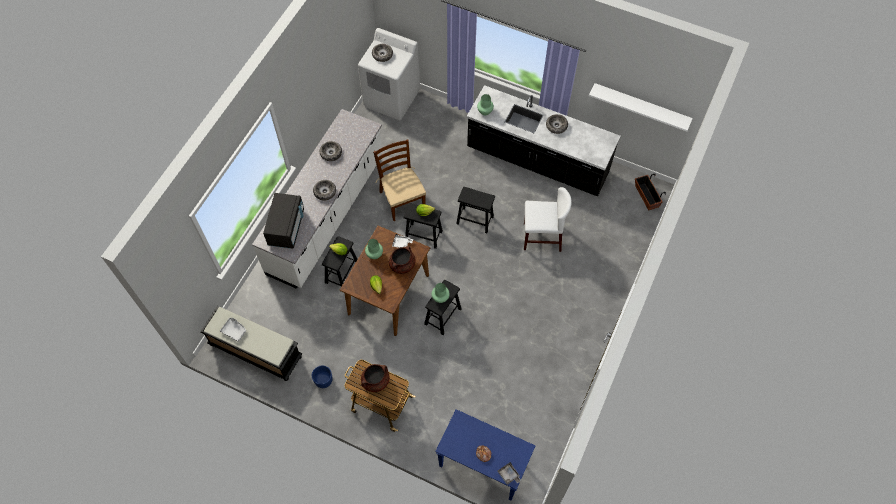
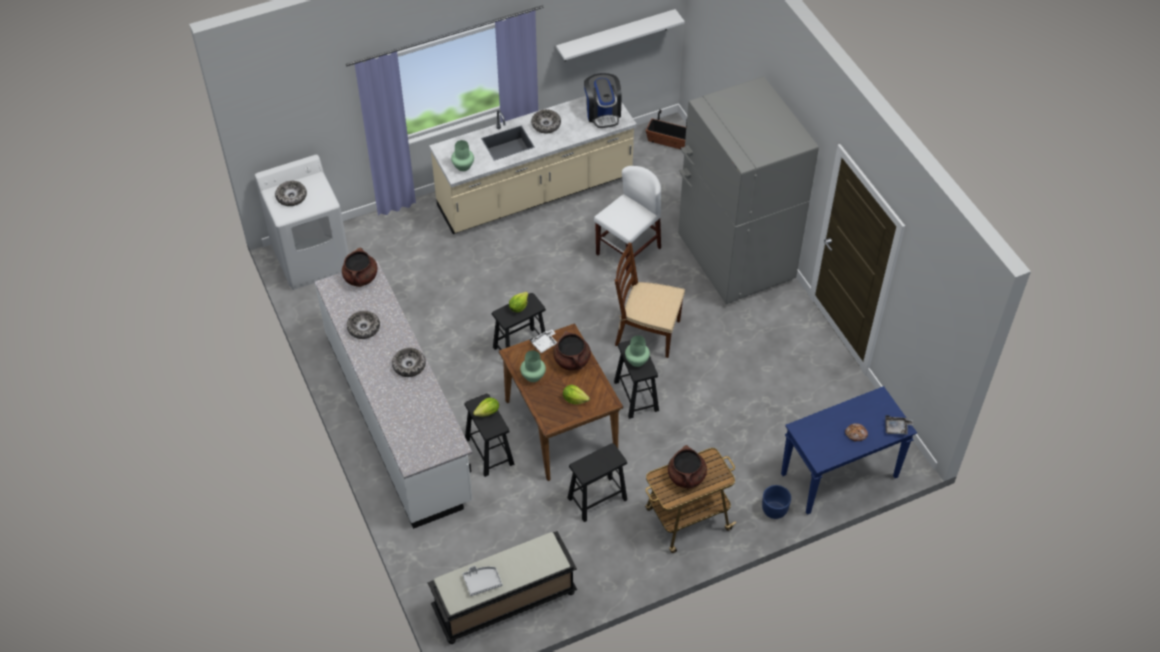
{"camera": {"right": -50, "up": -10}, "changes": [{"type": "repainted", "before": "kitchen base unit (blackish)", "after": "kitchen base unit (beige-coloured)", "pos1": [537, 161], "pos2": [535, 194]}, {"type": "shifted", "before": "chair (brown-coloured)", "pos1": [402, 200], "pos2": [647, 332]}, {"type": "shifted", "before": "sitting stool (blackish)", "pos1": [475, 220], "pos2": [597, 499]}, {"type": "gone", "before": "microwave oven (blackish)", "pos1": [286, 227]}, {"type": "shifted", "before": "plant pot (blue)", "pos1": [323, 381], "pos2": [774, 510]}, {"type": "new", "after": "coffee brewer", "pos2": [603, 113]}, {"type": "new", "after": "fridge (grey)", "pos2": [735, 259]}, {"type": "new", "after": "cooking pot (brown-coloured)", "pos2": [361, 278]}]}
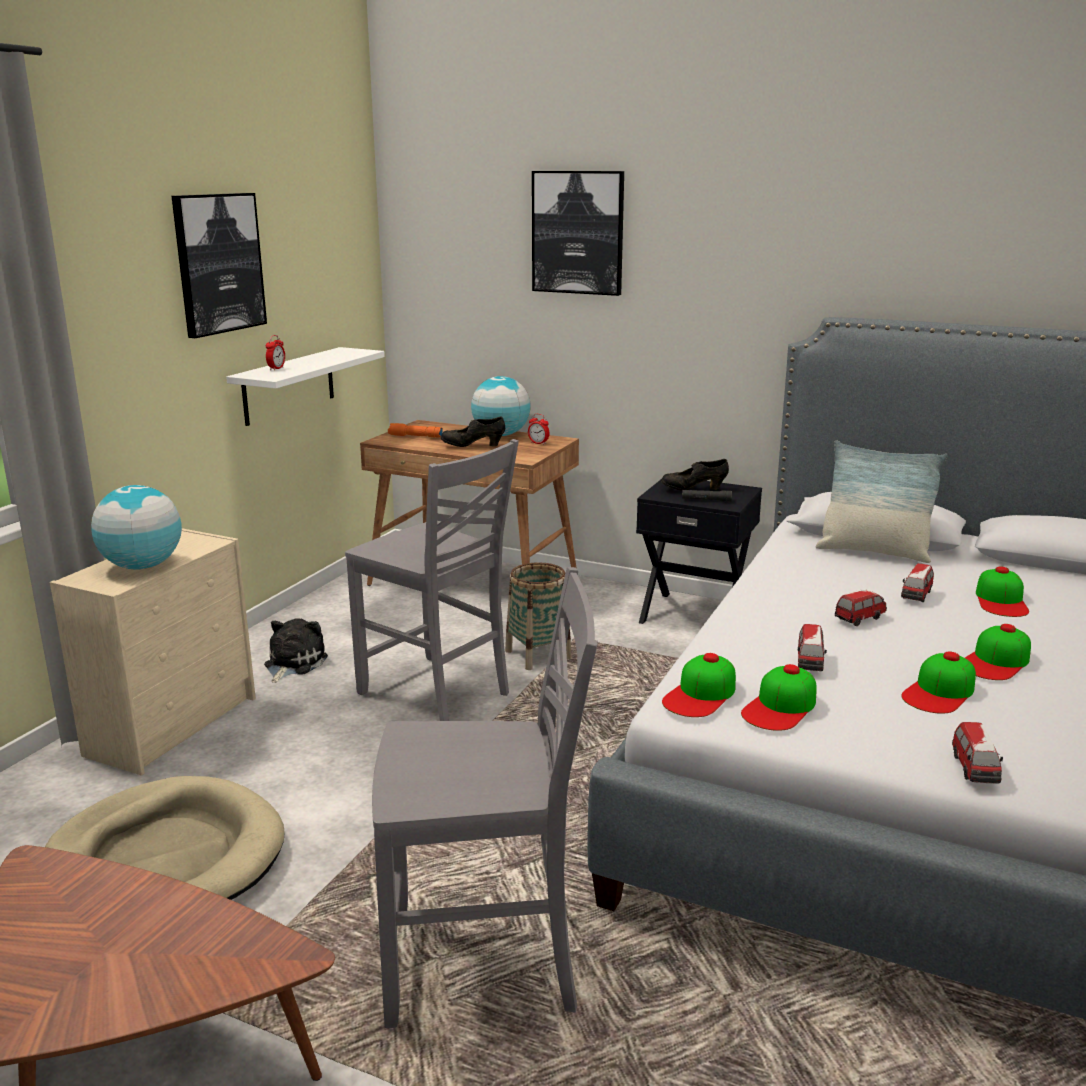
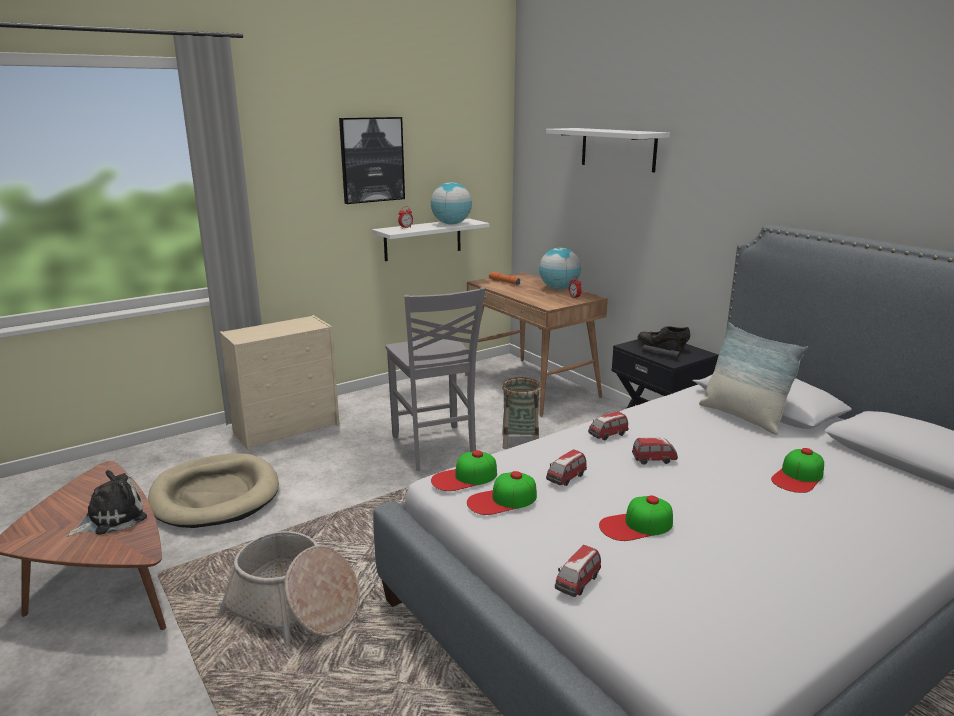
{"camera": {"right": 30, "up": 0}, "changes": [{"type": "swapped", "before": "wall art", "after": "bracket shelf (white-coloured)", "pos1": [578, 232], "pos2": [618, 149]}, {"type": "gone", "before": "low shoe (blackish)", "pos1": [473, 446]}, {"type": "shifted", "before": "desk globe", "pos1": [142, 566], "pos2": [451, 224]}, {"type": "shifted", "before": "toy car", "pos1": [916, 596], "pos2": [608, 435]}, {"type": "swapped", "before": "chair (grey)", "after": "basket", "pos1": [485, 965], "pos2": [295, 608]}, {"type": "shifted", "before": "plush toy", "pos1": [293, 663], "pos2": [112, 518]}, {"type": "gone", "before": "cap", "pos1": [996, 661]}]}
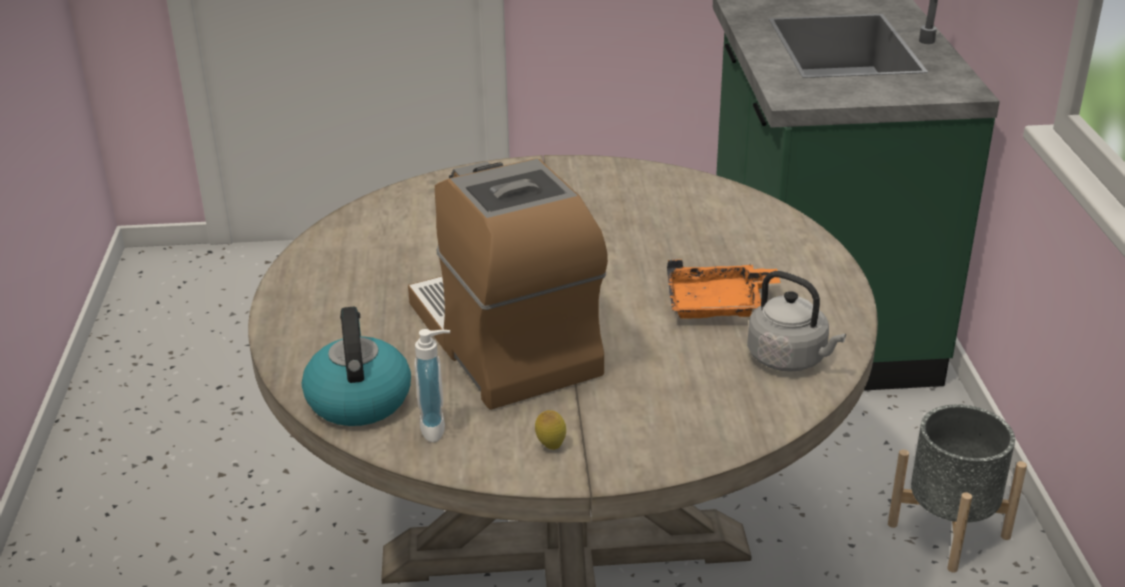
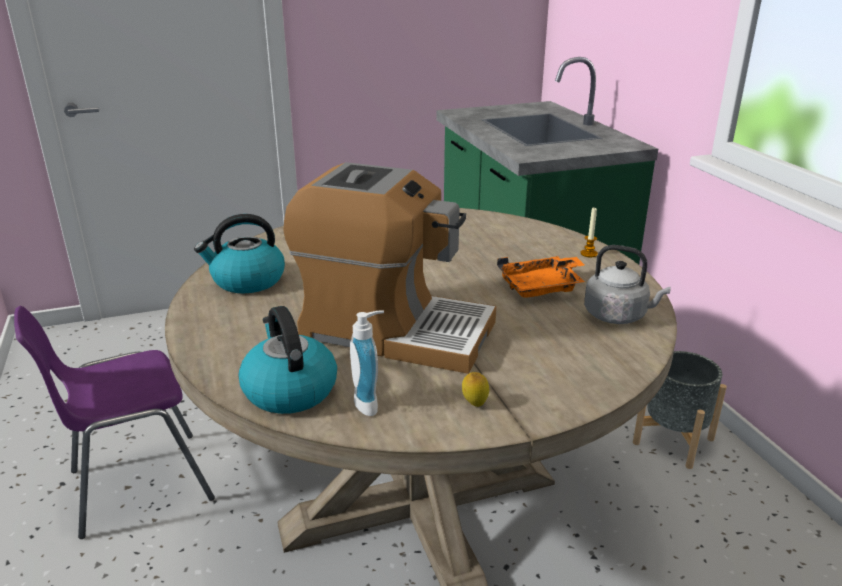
{"camera": {"right": -15, "up": -5}, "changes": [{"type": "rotated", "before": "coffee brewer", "pos1": [505, 342], "pos2": [394, 331], "turn": 150}, {"type": "new", "after": "wax light", "pos2": [588, 254]}, {"type": "new", "after": "tea kettle", "pos2": [247, 281]}, {"type": "new", "after": "chair (purplish)", "pos2": [136, 485]}]}
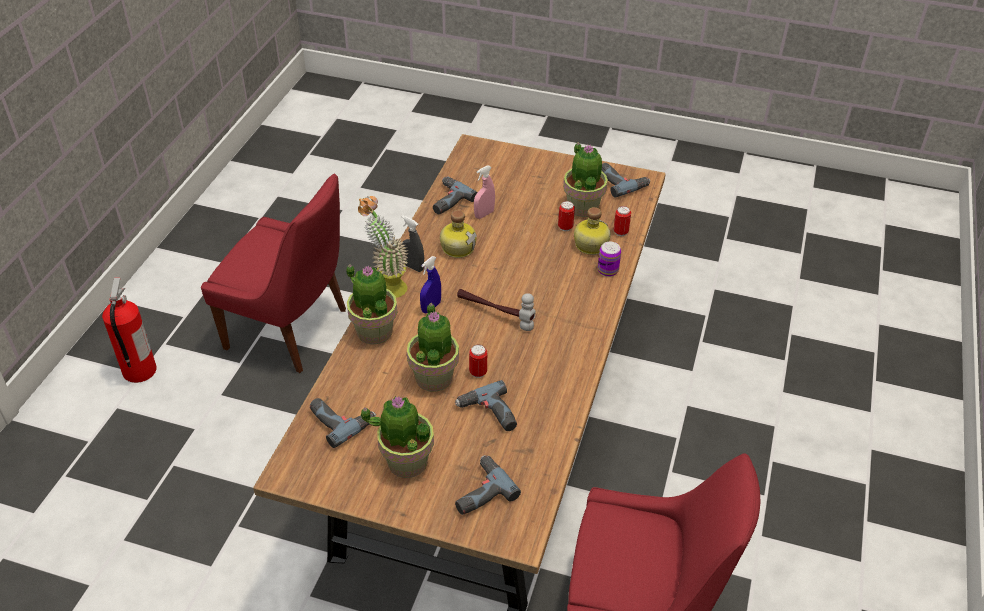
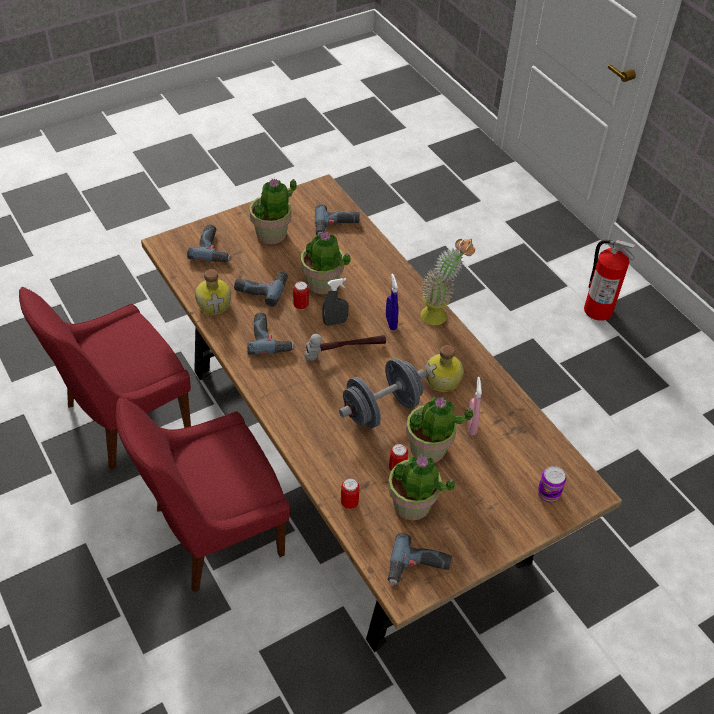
{"camera": {"right": 130, "up": 5}, "changes": [{"type": "shifted", "before": "chair (reddish)", "pos1": [291, 330], "pos2": [213, 533]}, {"type": "shifted", "before": "electric drill", "pos1": [447, 200], "pos2": [270, 338]}, {"type": "shifted", "before": "bottle", "pos1": [589, 245], "pos2": [215, 303]}, {"type": "shifted", "before": "sprayer (grey)", "pos1": [413, 267], "pos2": [335, 322]}, {"type": "shifted", "before": "sealed can", "pos1": [608, 270], "pos2": [548, 493]}, {"type": "shifted", "before": "plant in a pot", "pos1": [374, 331], "pos2": [429, 449]}, {"type": "new", "after": "free weight (grey)", "pos2": [381, 409]}]}
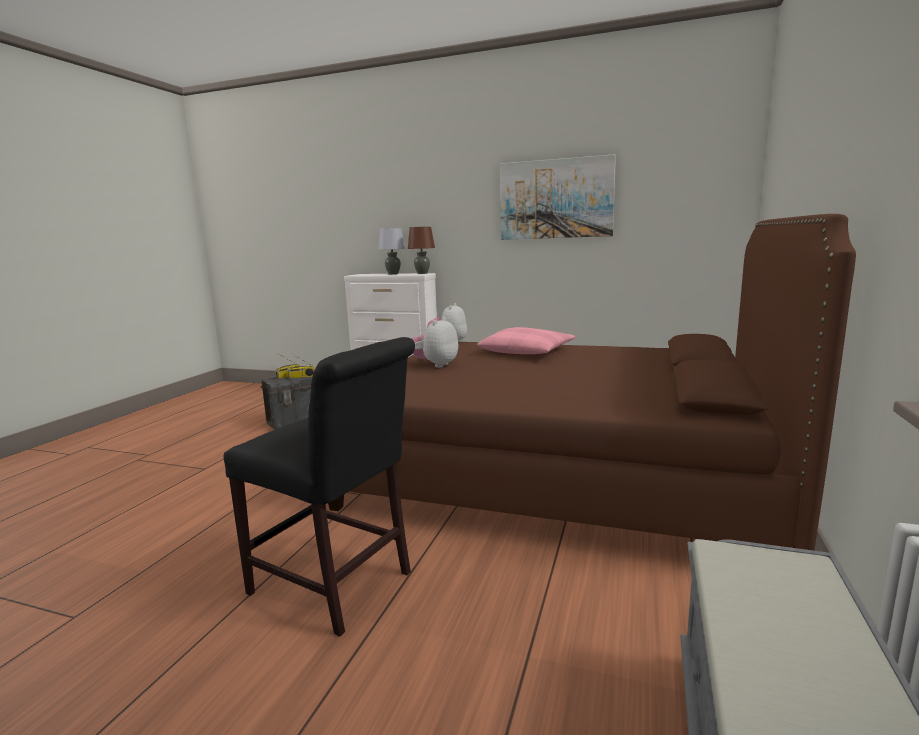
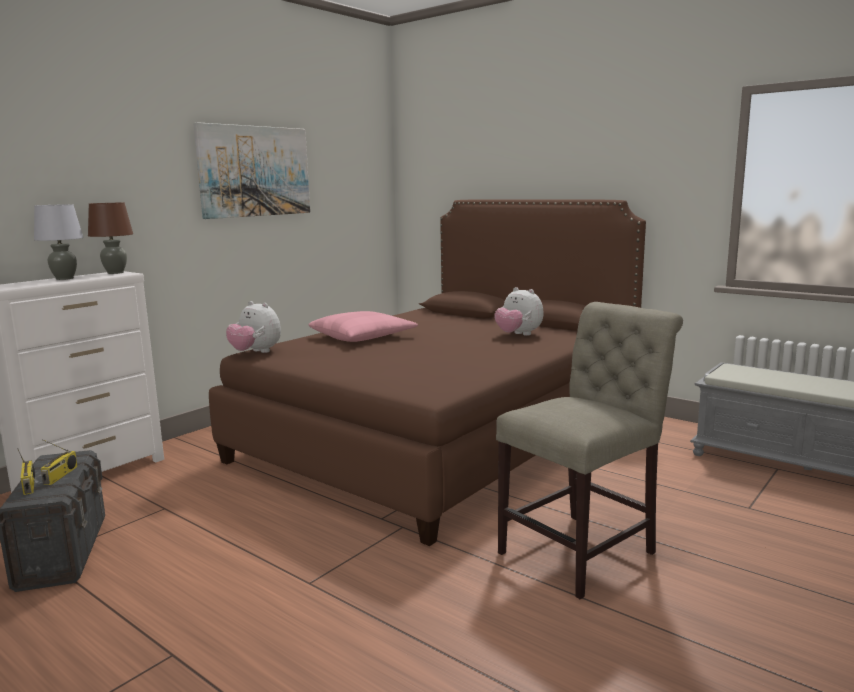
{"camera": {"right": -70, "up": 0}, "changes": [{"type": "shifted", "before": "plush toy", "pos1": [435, 365], "pos2": [518, 335]}, {"type": "repainted", "before": "chair (blackish)", "after": "chair (beige-coloured)", "pos1": [337, 586], "pos2": [583, 550]}]}
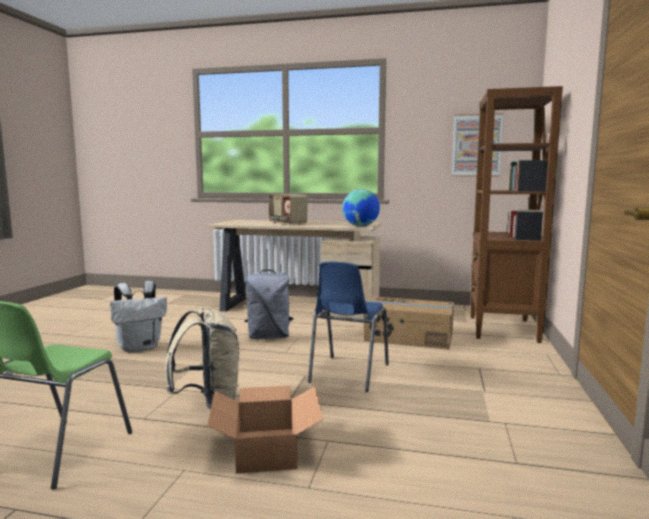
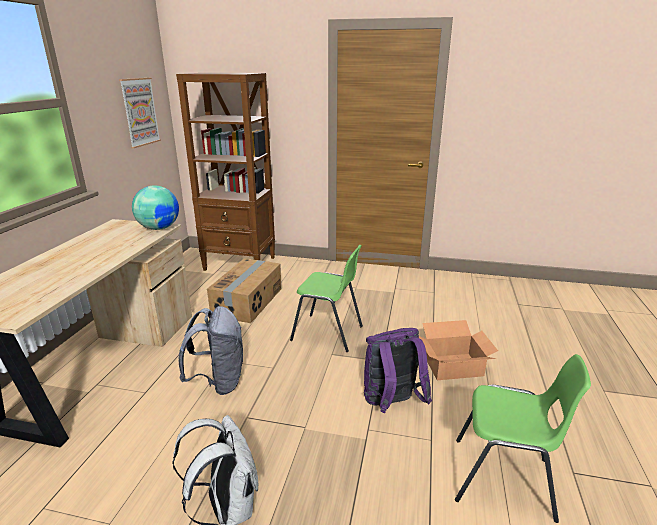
{"camera": {"right": -90, "up": 15}, "changes": [{"type": "gone", "before": "radio", "pos1": [287, 224]}, {"type": "repainted", "before": "chair (blue)", "after": "chair (greenish)", "pos1": [348, 373], "pos2": [328, 333]}, {"type": "repainted", "before": "knapsack (beige-coloured)", "after": "knapsack (purplish)", "pos1": [208, 402], "pos2": [391, 404]}]}
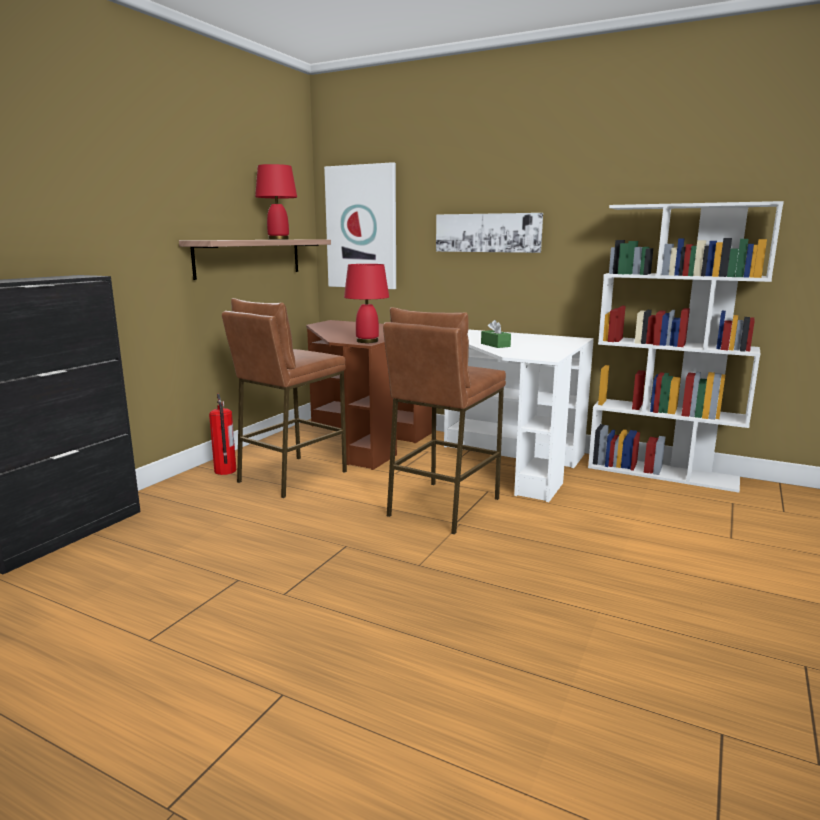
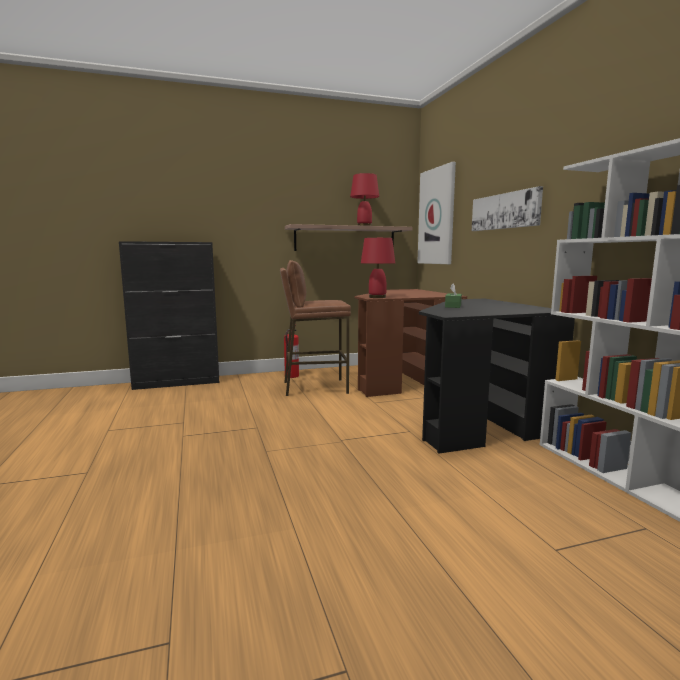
{"camera": {"right": 45, "up": -5}, "changes": [{"type": "gone", "before": "sitting stool (brown-coloured)", "pos1": [442, 506]}, {"type": "repainted", "before": "desk unit (white-coloured)", "after": "desk unit (blackish)", "pos1": [511, 462], "pos2": [477, 420]}]}
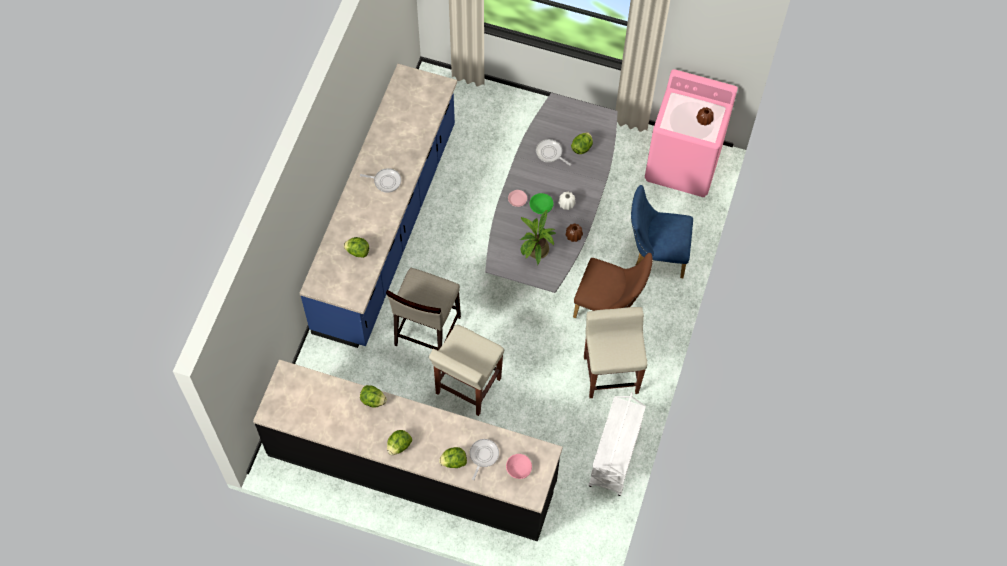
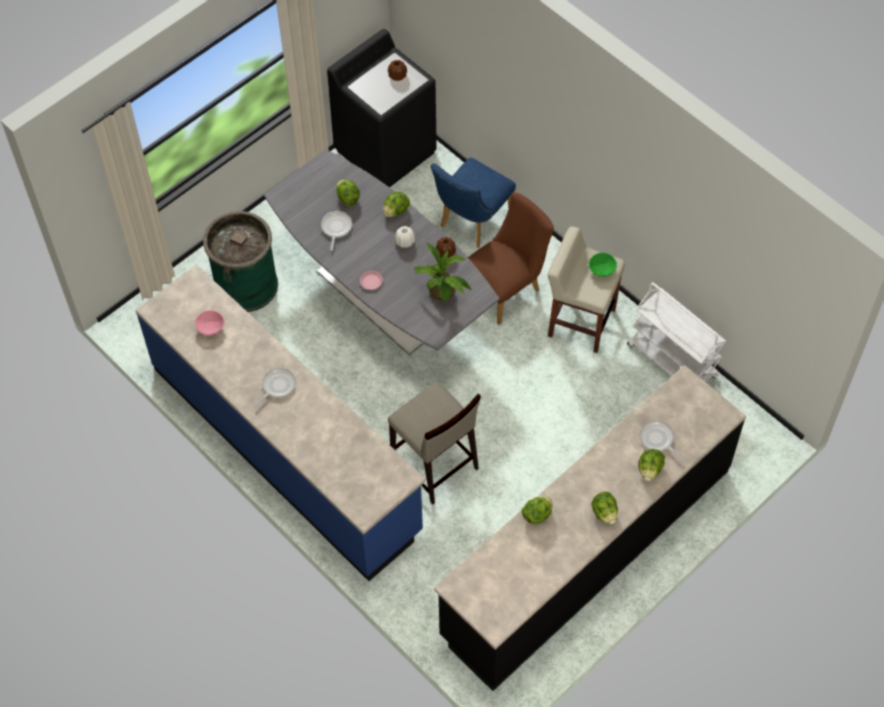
{"camera": {"right": -60, "up": -5}, "changes": [{"type": "repainted", "before": "washing machine (pink-coloured)", "after": "washing machine (blackish)", "pos1": [683, 163], "pos2": [386, 150]}, {"type": "rotated", "before": "pan", "pos1": [550, 153], "pos2": [336, 228], "turn": 120}, {"type": "shifted", "before": "bowl (greenish)", "pos1": [541, 207], "pos2": [602, 269]}, {"type": "shifted", "before": "head of lettuce", "pos1": [357, 251], "pos2": [395, 211]}, {"type": "gone", "before": "sitting stool (beige-coloured)", "pos1": [467, 387]}, {"type": "shifted", "before": "bowl (pink-coloured)", "pos1": [518, 469], "pos2": [210, 327]}, {"type": "new", "after": "trash can (greenish)", "pos2": [246, 285]}]}
